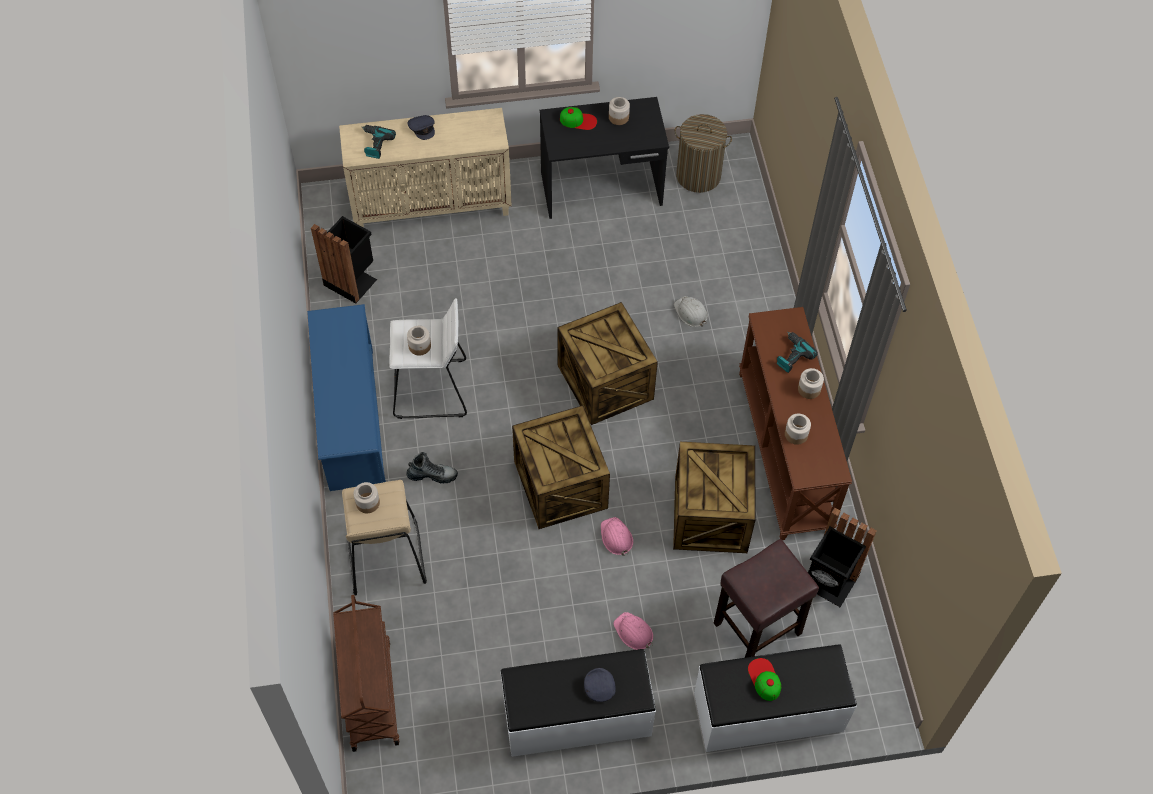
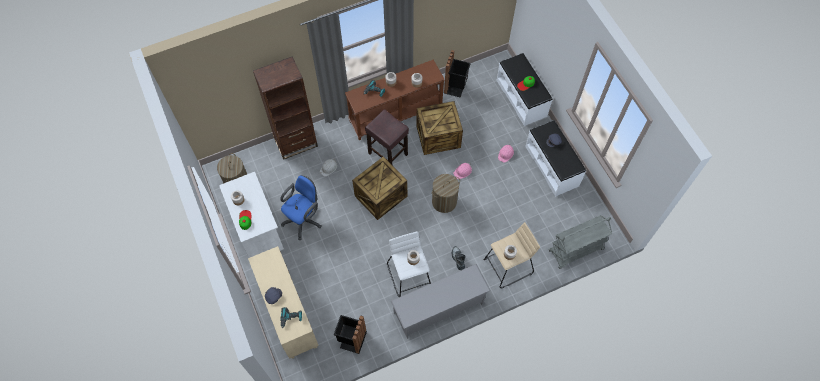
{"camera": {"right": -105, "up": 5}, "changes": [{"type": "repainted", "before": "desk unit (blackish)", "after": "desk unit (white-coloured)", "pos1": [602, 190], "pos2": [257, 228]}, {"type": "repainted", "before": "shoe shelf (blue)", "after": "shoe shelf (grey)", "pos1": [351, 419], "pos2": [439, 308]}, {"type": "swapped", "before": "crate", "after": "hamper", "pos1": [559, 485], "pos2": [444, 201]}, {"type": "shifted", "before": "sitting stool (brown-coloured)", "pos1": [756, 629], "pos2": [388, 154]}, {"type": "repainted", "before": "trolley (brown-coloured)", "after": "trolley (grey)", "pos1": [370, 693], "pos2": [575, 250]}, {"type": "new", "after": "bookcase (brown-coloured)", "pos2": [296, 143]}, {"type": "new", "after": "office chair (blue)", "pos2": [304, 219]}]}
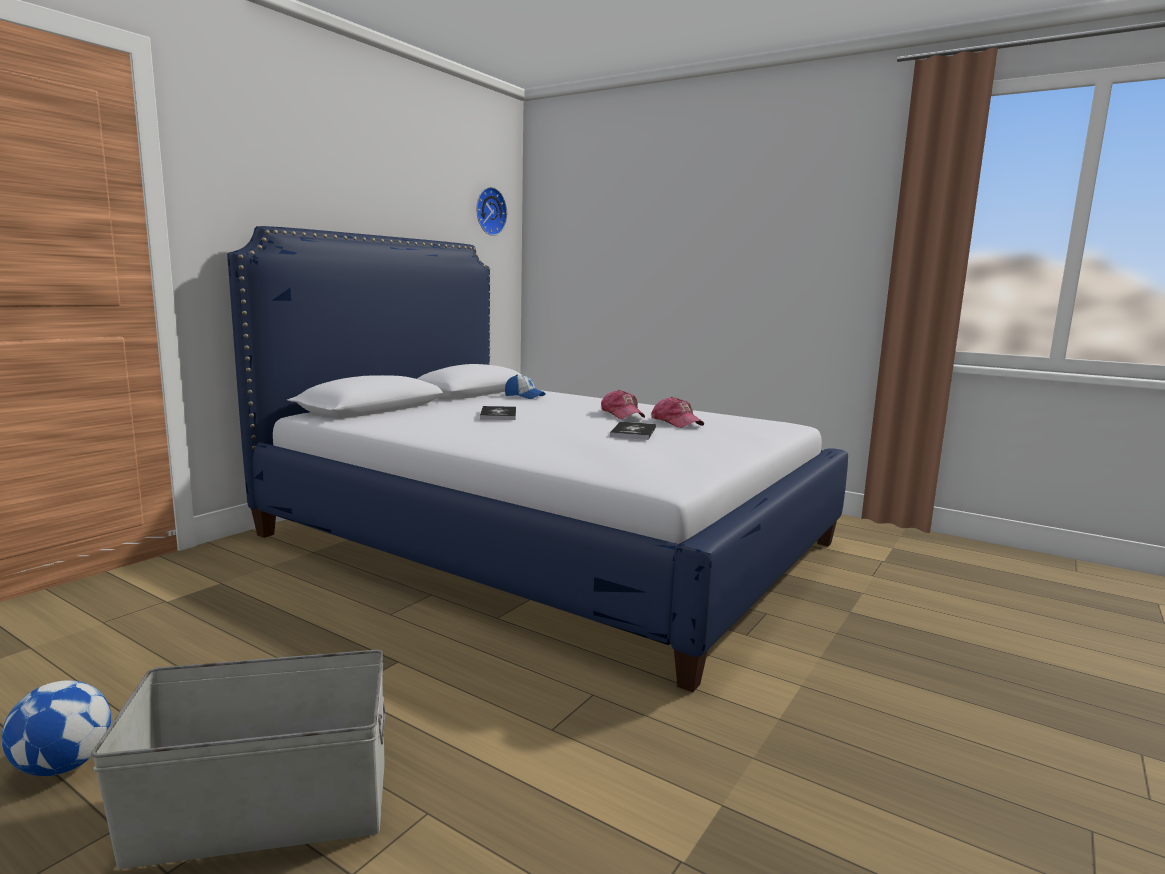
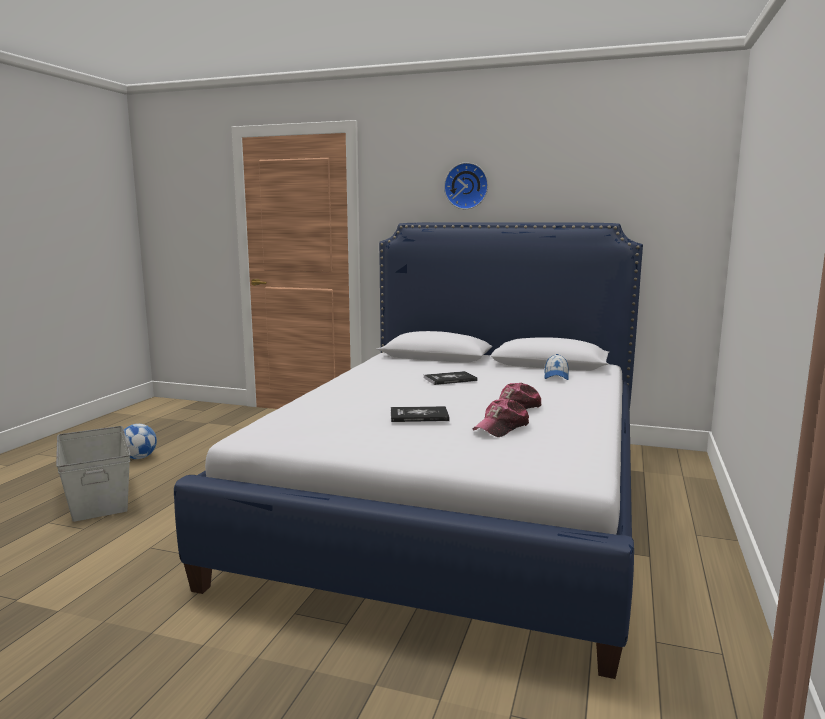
{"camera": {"right": 75, "up": 0}, "changes": [{"type": "shifted", "before": "hanging clock", "pos1": [489, 211], "pos2": [466, 186]}]}
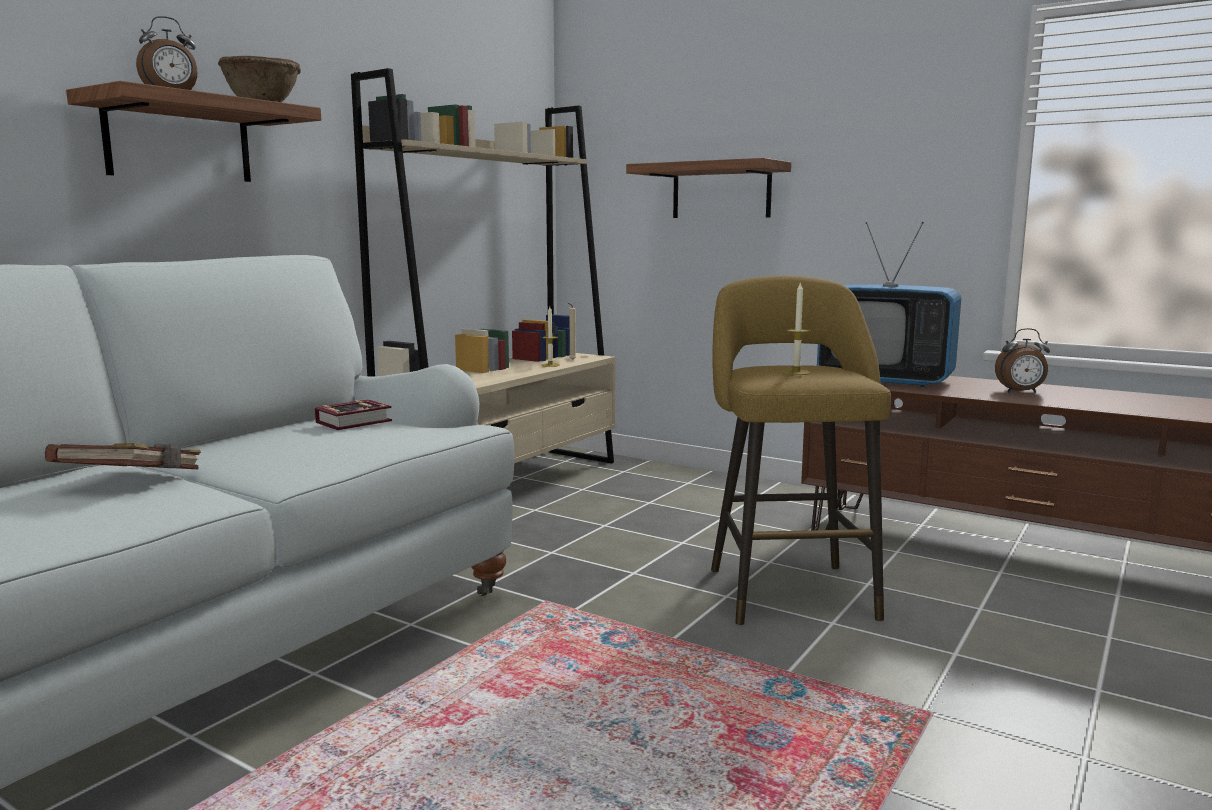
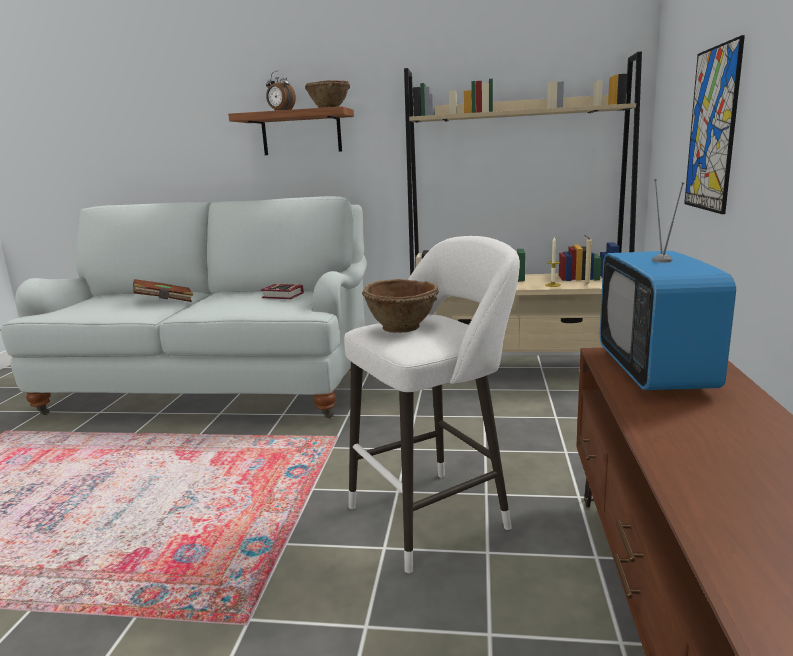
{"camera": {"right": 65, "up": 5}, "changes": [{"type": "swapped", "before": "bracket shelf", "after": "wall art", "pos1": [721, 191], "pos2": [712, 130]}, {"type": "repainted", "before": "sitting stool (yellow-coloured)", "after": "sitting stool (white-coloured)", "pos1": [788, 589], "pos2": [435, 514]}, {"type": "swapped", "before": "wax light", "after": "bowl (brown-coloured)", "pos1": [796, 372], "pos2": [402, 328]}, {"type": "gone", "before": "table clock", "pos1": [1021, 392]}]}
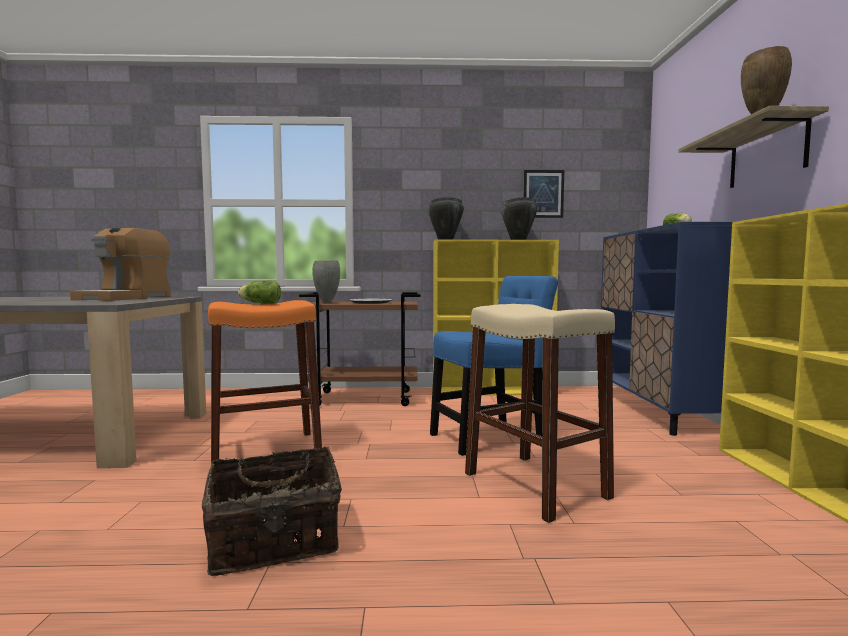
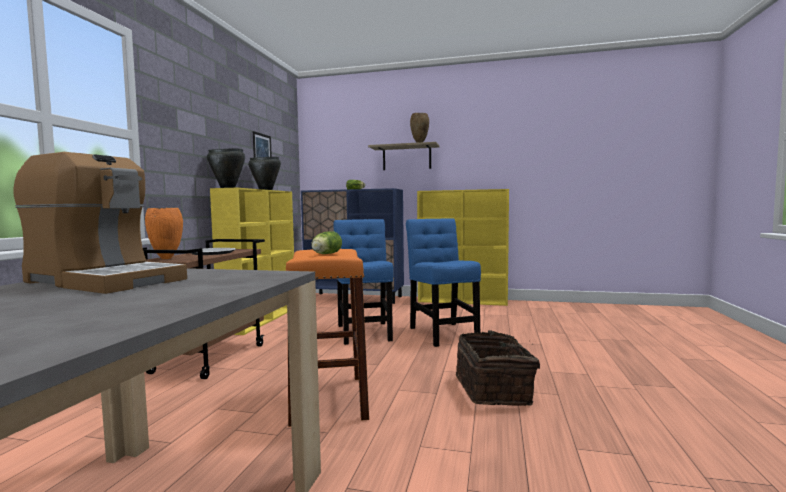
{"camera": {"right": -75, "up": 0}, "changes": [{"type": "repainted", "before": "vase (grey)", "after": "vase (orange-coloured)", "pos1": [326, 302], "pos2": [166, 259]}, {"type": "swapped", "before": "sitting stool (beige-coloured)", "after": "chair (blue)", "pos1": [535, 485], "pos2": [442, 333]}]}
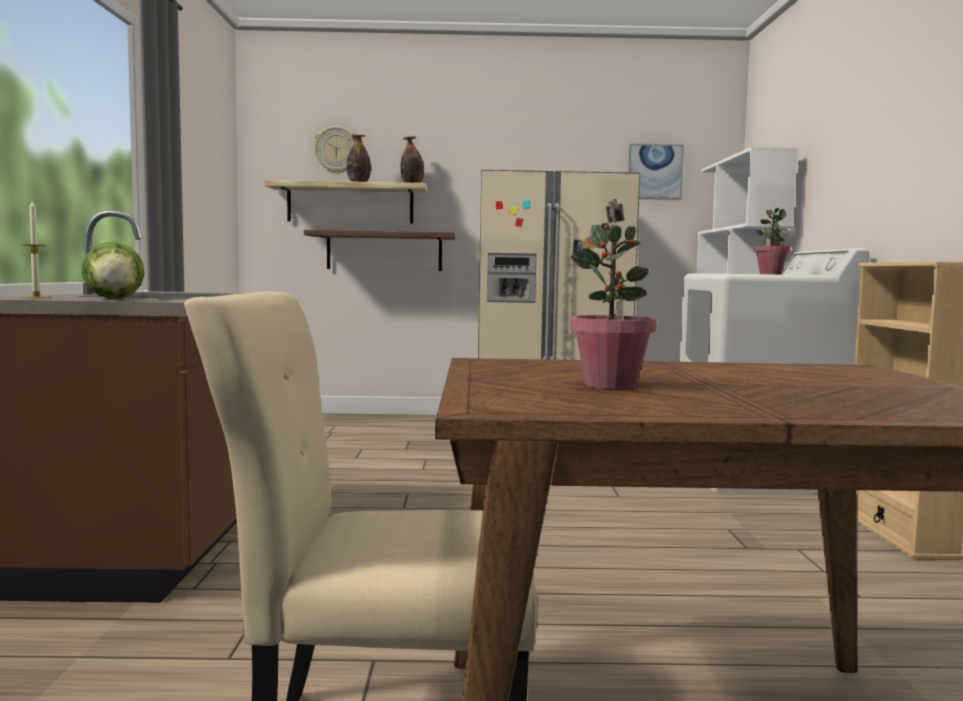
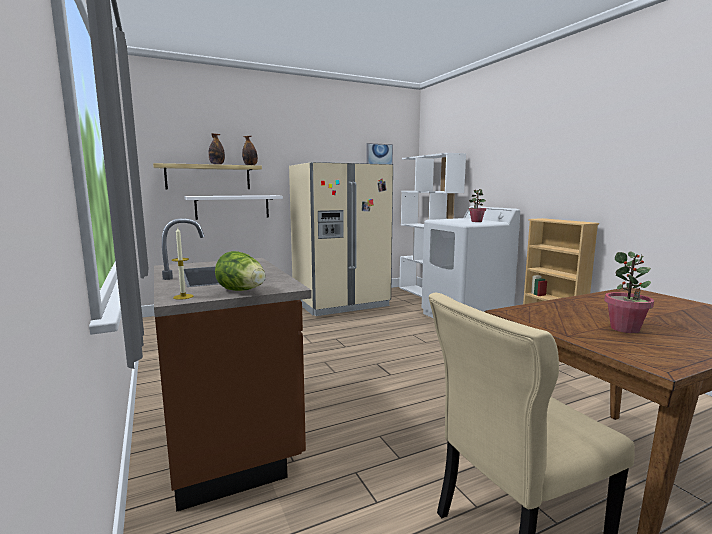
{"camera": {"right": -25, "up": 5}, "changes": [{"type": "gone", "before": "hanging clock", "pos1": [337, 150]}, {"type": "repainted", "before": "bracket shelf (brown-coloured)", "after": "bracket shelf (white-coloured)", "pos1": [384, 251], "pos2": [232, 207]}]}
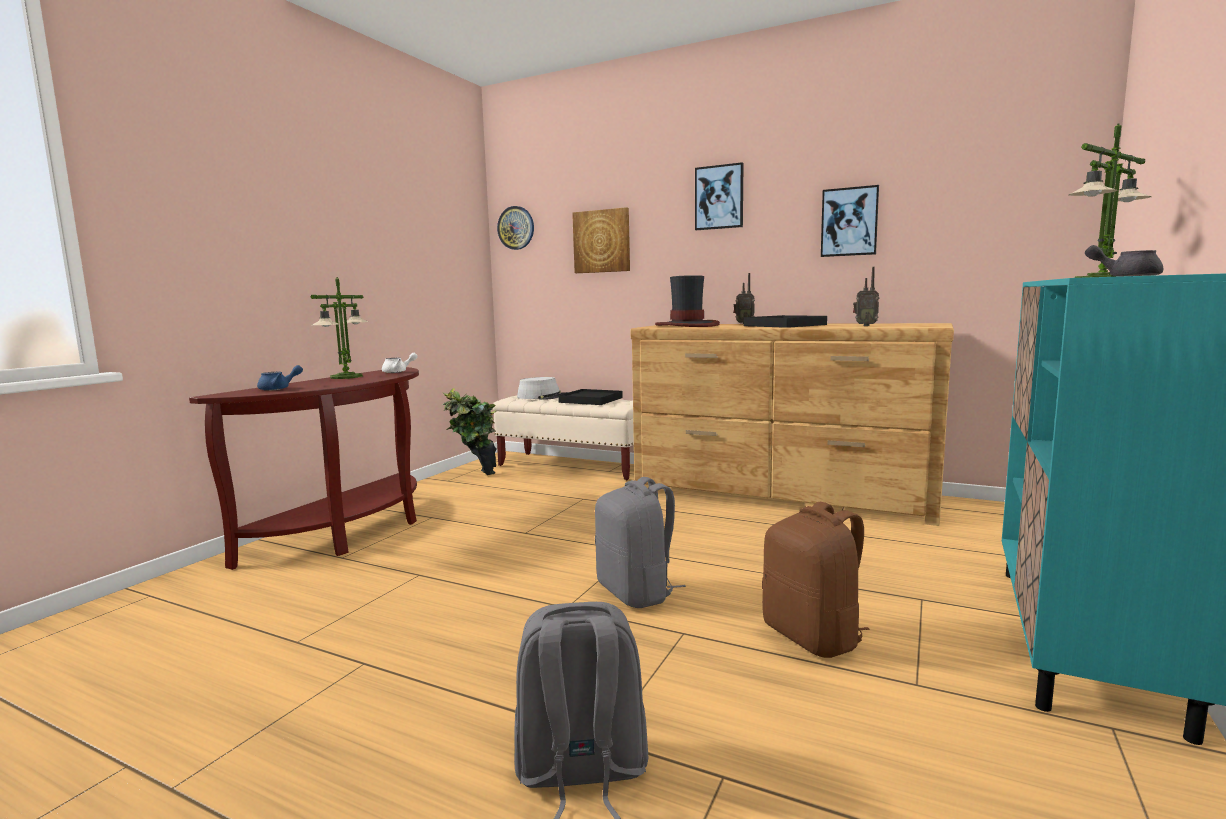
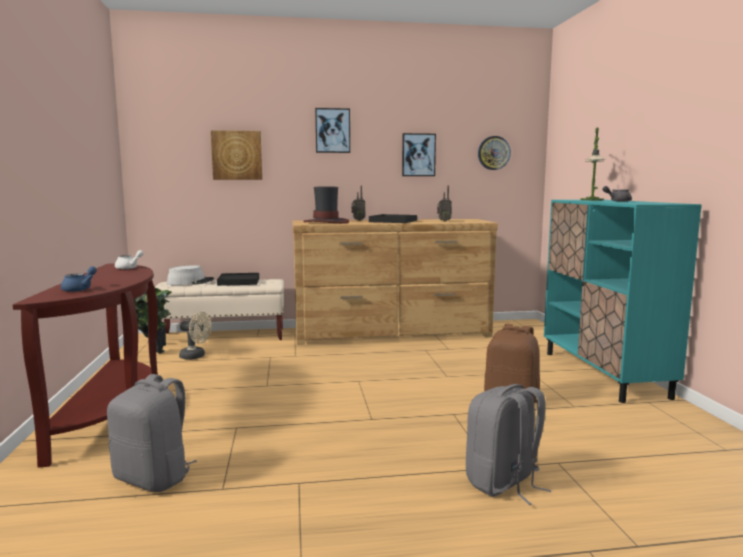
{"camera": {"right": -35, "up": 0}, "changes": [{"type": "shifted", "before": "hanging clock", "pos1": [516, 228], "pos2": [493, 153]}, {"type": "gone", "before": "lamp for a table", "pos1": [346, 377]}, {"type": "shifted", "before": "knapsack (grey)", "pos1": [637, 593], "pos2": [154, 478]}, {"type": "new", "after": "fan (beige-coloured)", "pos2": [196, 356]}]}
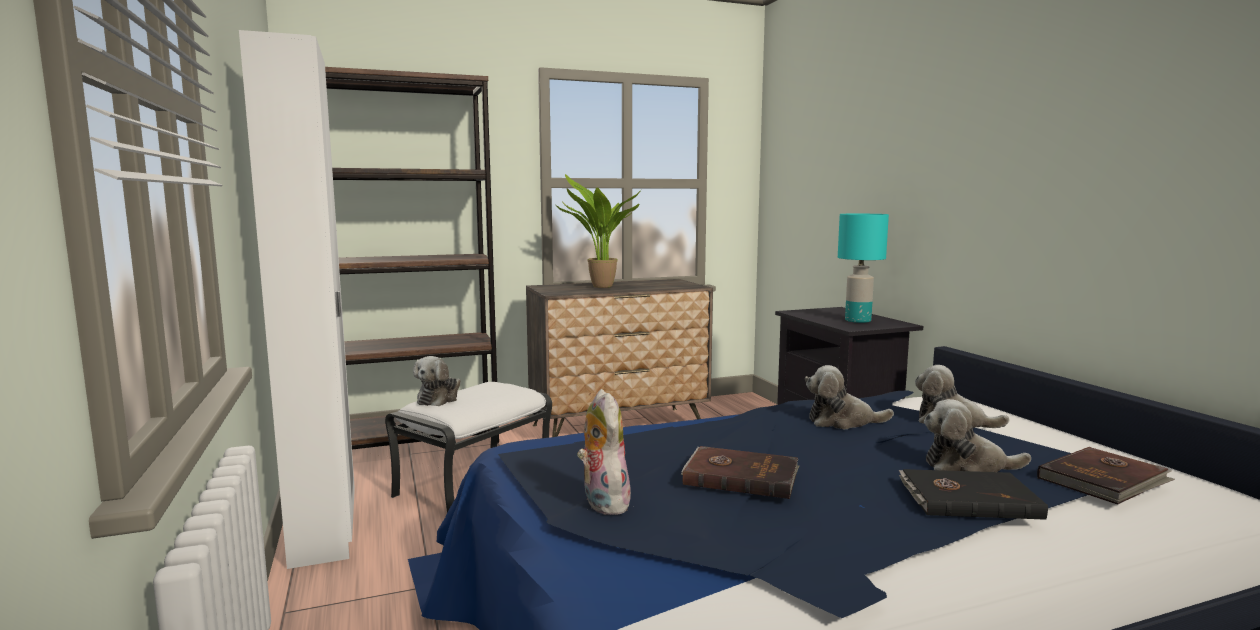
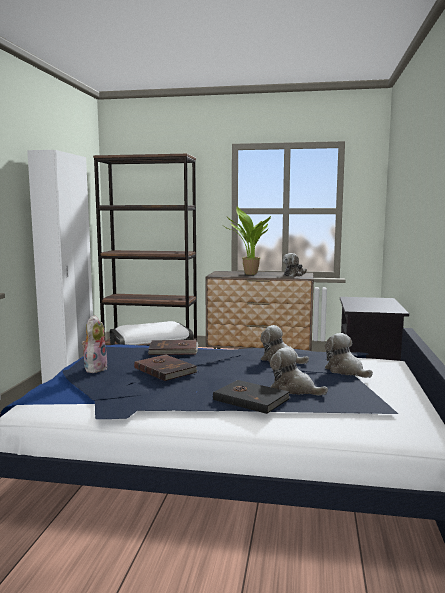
{"camera": {"right": 30, "up": 0}, "changes": [{"type": "gone", "before": "lamp for a table (turquoise)", "pos1": [857, 320]}, {"type": "shifted", "before": "plush toy", "pos1": [439, 398], "pos2": [294, 275]}, {"type": "shifted", "before": "bound book (brown-coloured)", "pos1": [1104, 480], "pos2": [173, 350]}]}
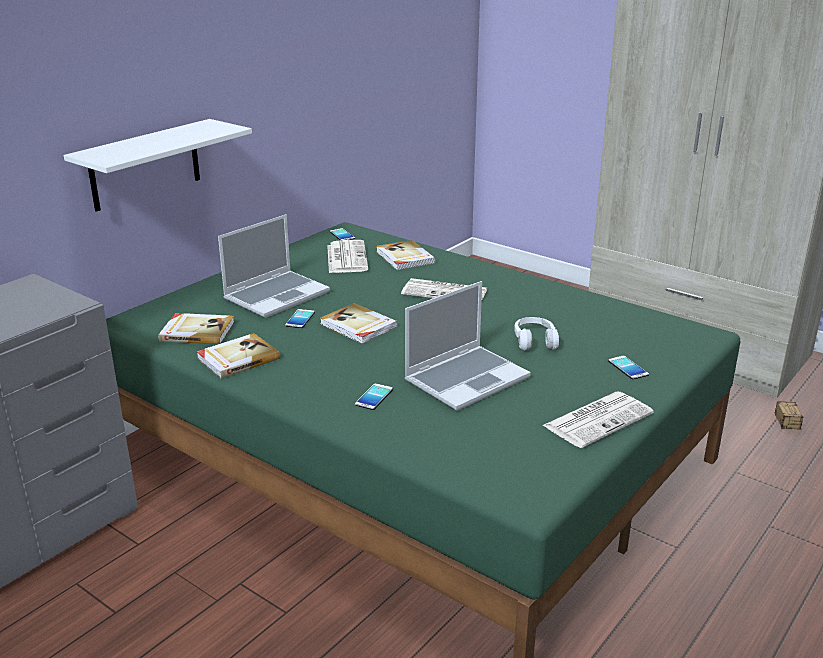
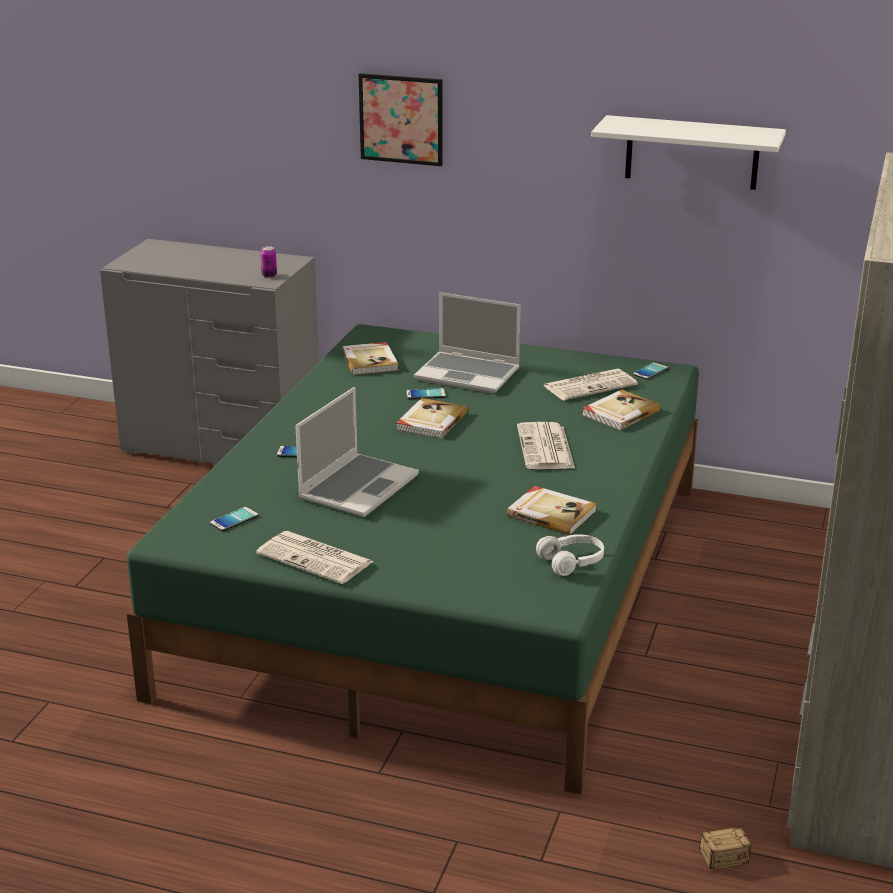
{"camera": {"right": 70, "up": 0}, "changes": [{"type": "shifted", "before": "bracket shelf (white-coloured)", "pos1": [145, 165], "pos2": [692, 152]}, {"type": "rotated", "before": "laptop", "pos1": [467, 378], "pos2": [358, 487], "turn": -90}, {"type": "shifted", "before": "headphones (white-coloured)", "pos1": [534, 341], "pos2": [572, 562]}, {"type": "shifted", "before": "bound book", "pos1": [237, 358], "pos2": [551, 513]}, {"type": "shifted", "before": "handset", "pos1": [628, 368], "pos2": [234, 520]}, {"type": "new", "after": "wall art", "pos2": [401, 119]}, {"type": "new", "after": "sealed can", "pos2": [269, 275]}]}
